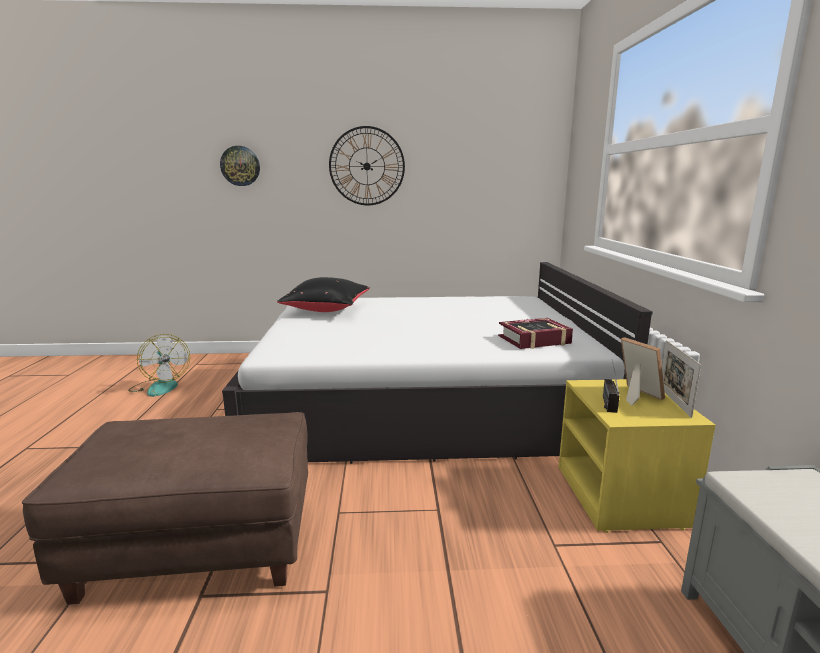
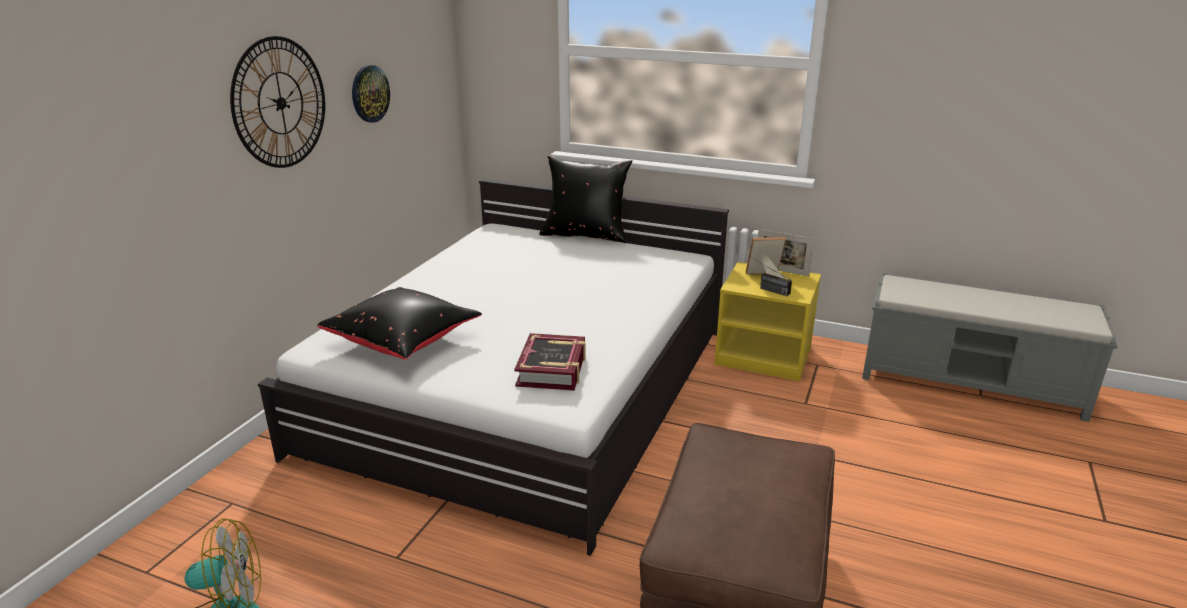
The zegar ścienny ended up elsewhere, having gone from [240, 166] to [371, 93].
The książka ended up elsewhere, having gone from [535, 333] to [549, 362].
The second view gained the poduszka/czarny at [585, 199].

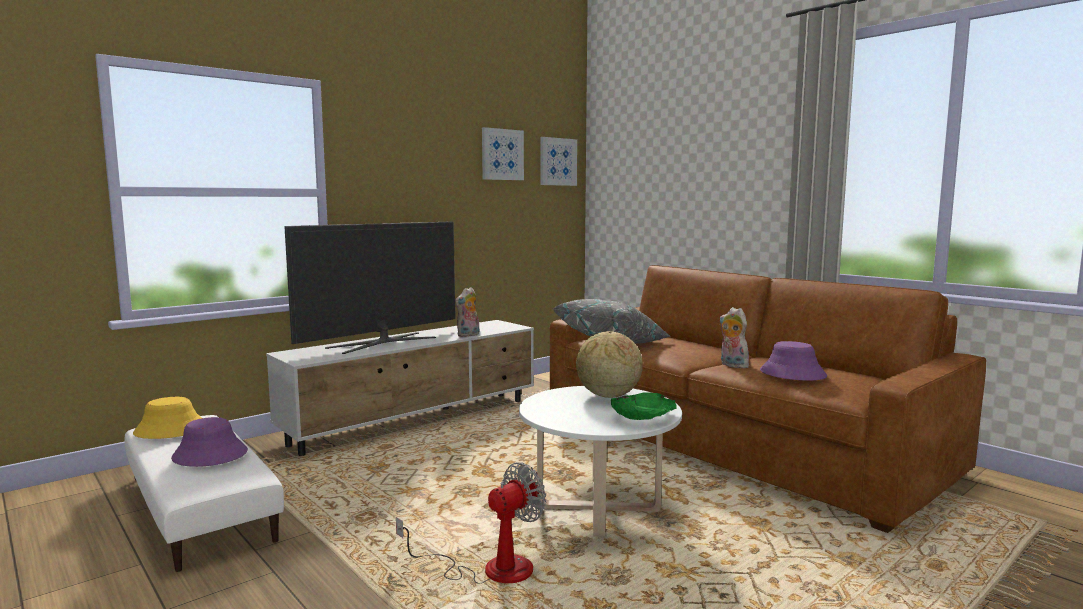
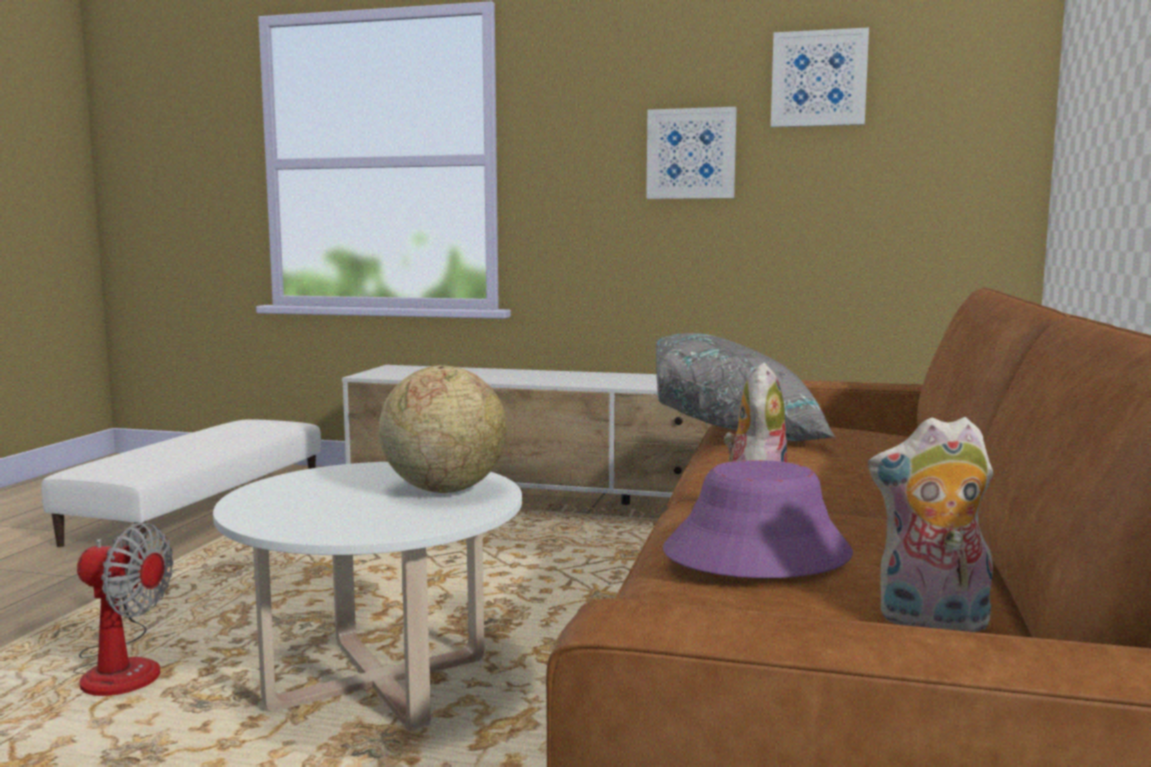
The obraz ended up elsewhere, having gone from [559, 161] to [691, 153].
The second view lost the telewizor at [370, 287].
The pluszak ended up elsewhere, having gone from [467, 312] to [930, 524].
The second view lost the miska/zielony at [644, 406].
The second view lost the kapelusz/żółty at [167, 418].
The second view lost the kapelusz/fioletowy at [209, 442].

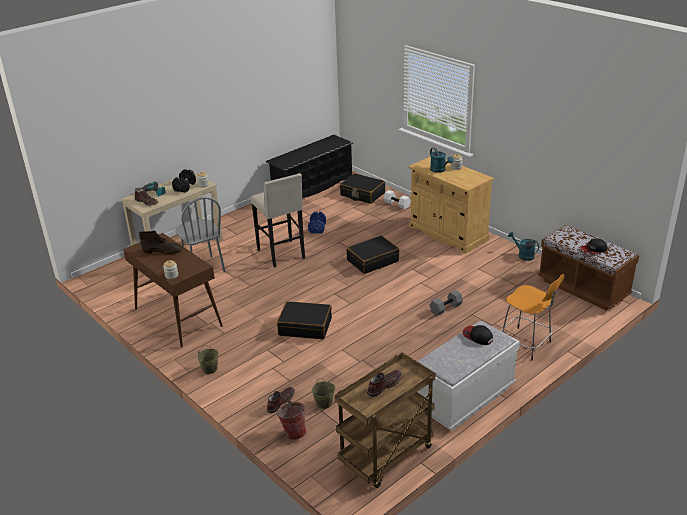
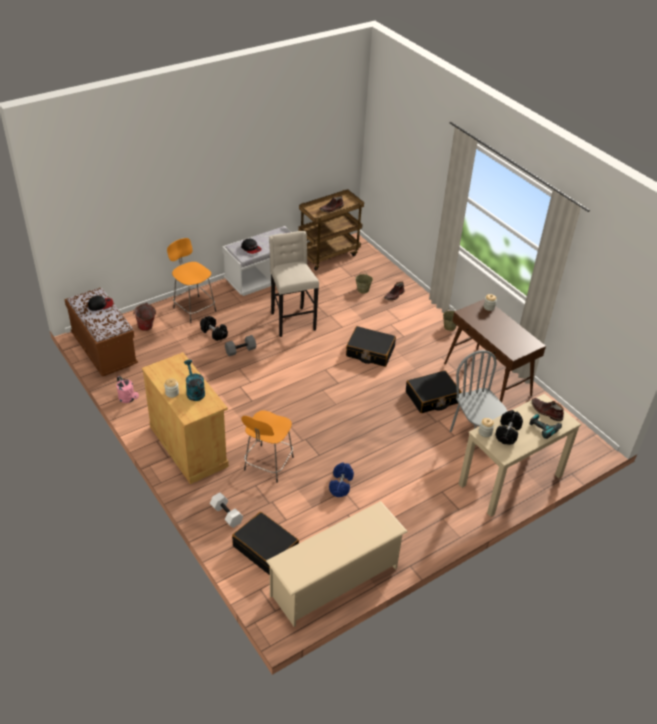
What was the regał na buty/czarny at [309, 166] turned into the regał na buty/beżowy at [337, 564].
The stołek/beżowy ended up elsewhere, having gone from [278, 220] to [294, 284].
The second view lost the but z cholewką/brązowy at [161, 242].
What was the konewka/turkusowy at [523, 246] turned into the konewka/różowy at [127, 389].
The walizka/czarny ended up elsewhere, having gone from [373, 255] to [434, 391].
The wiadro ended up elsewhere, having gone from [291, 420] to [144, 317].
The second view gained the hantel/czarny at [214, 328].
The second view gained the stołek/pomarańczowy at [267, 447].

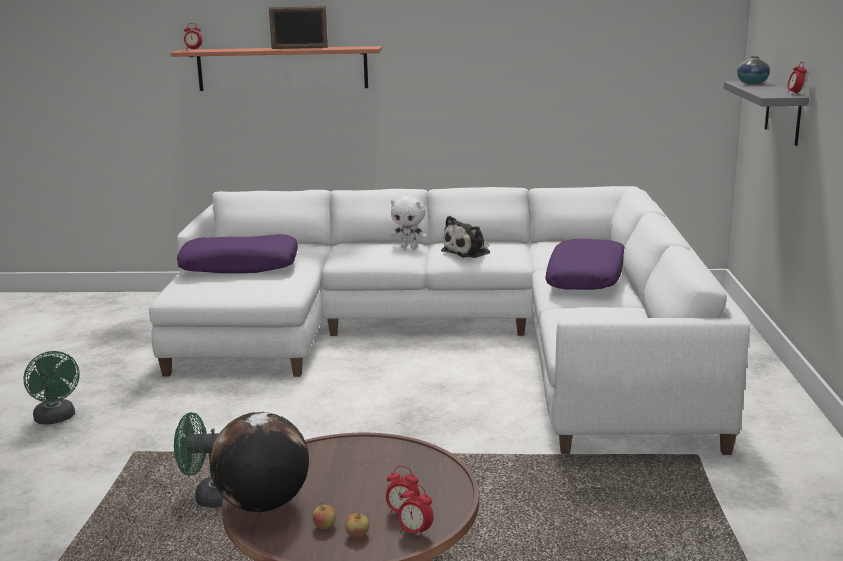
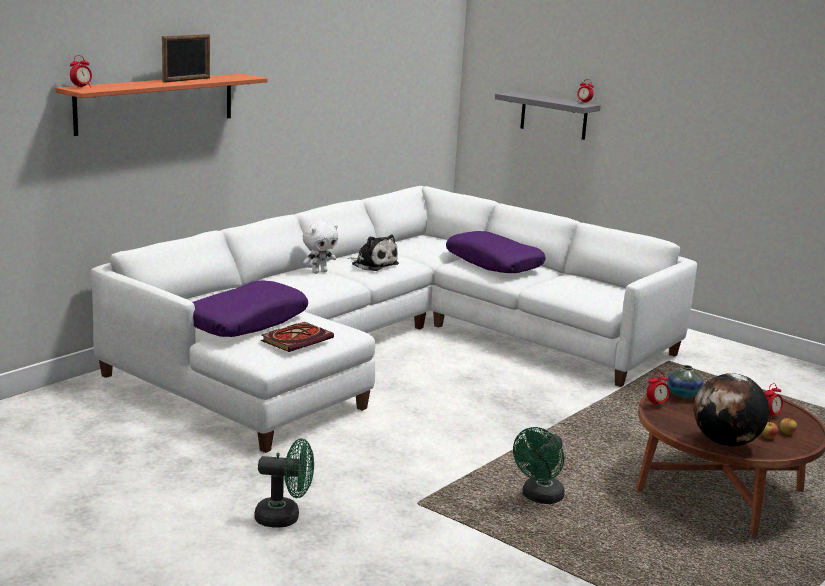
The wazon ended up elsewhere, having gone from [753, 70] to [685, 381].
The pluszak at [465, 237] ended up facing another way, 45 degrees counterclockwise from before.
The budzik ended up elsewhere, having gone from [415, 511] to [658, 389].
The second view gained the książka at [297, 337].

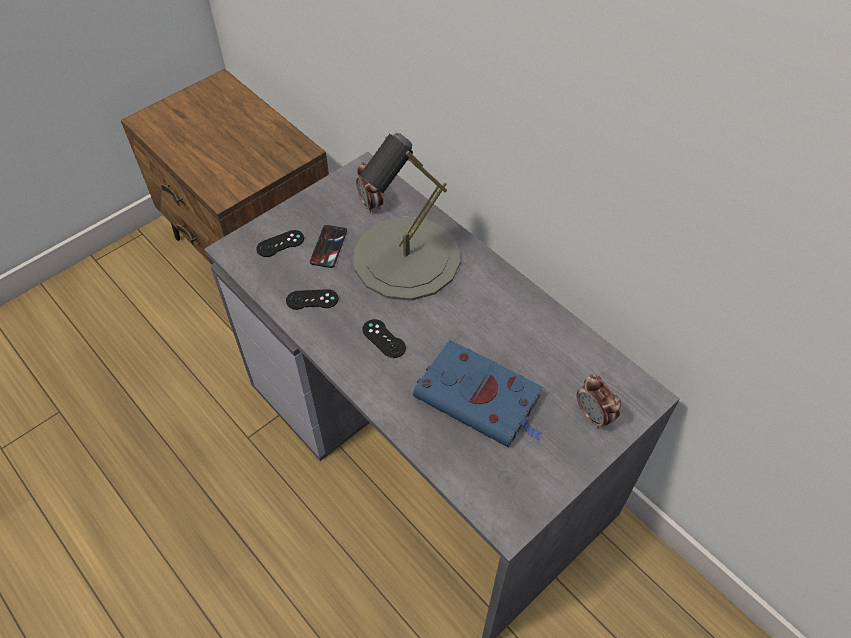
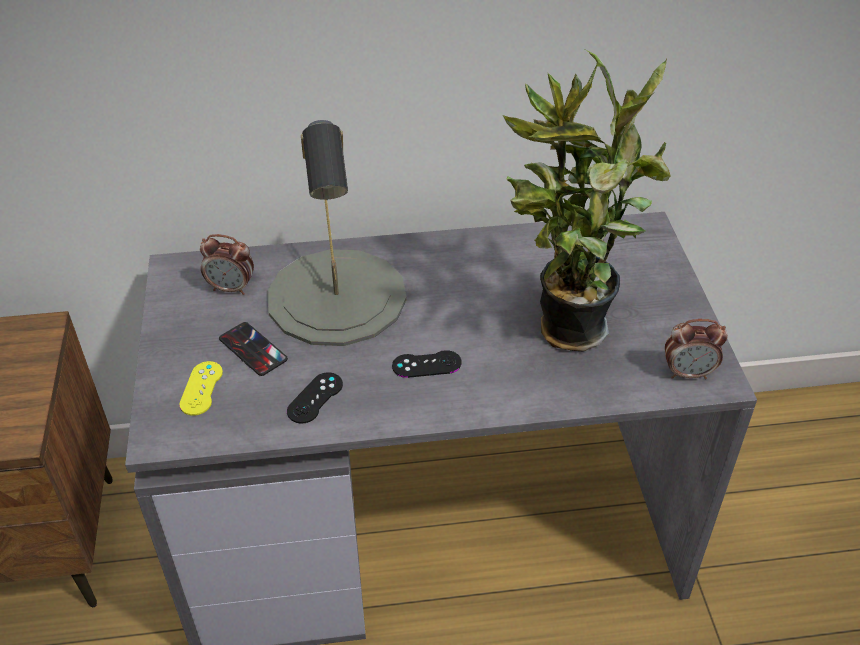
What was the pad do gier/czarny at [280, 243] turned into the pad do gier/żółty at [201, 388].
Where the książka/niebieski stood at [478, 393], the roślina doniczkowa came to stand at [587, 200].
The budzik ended up elsewhere, having gone from [599, 401] to [696, 349].

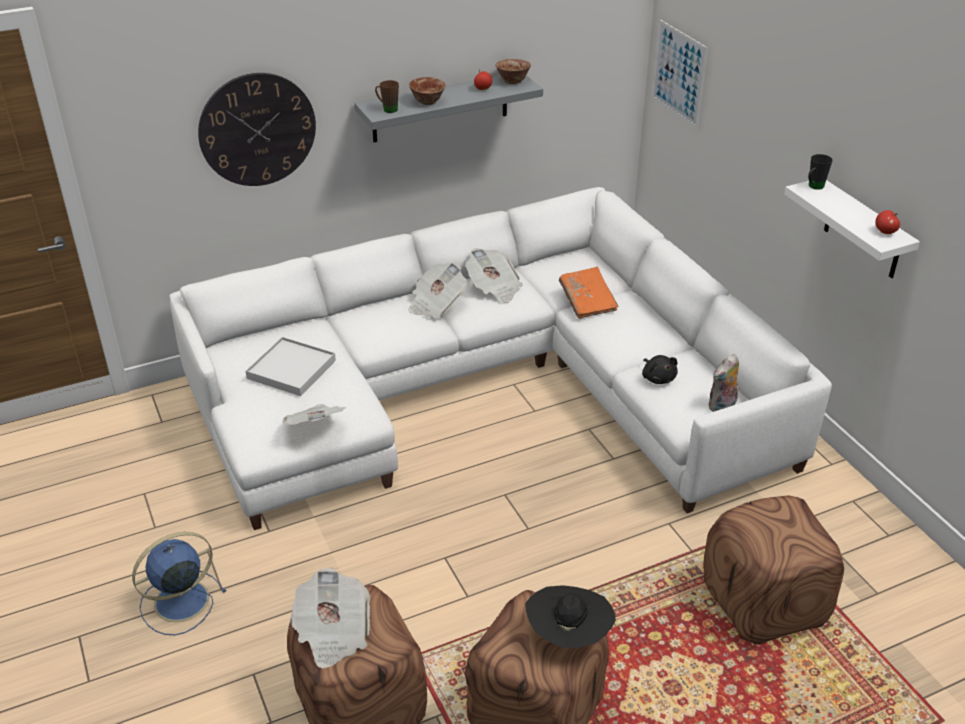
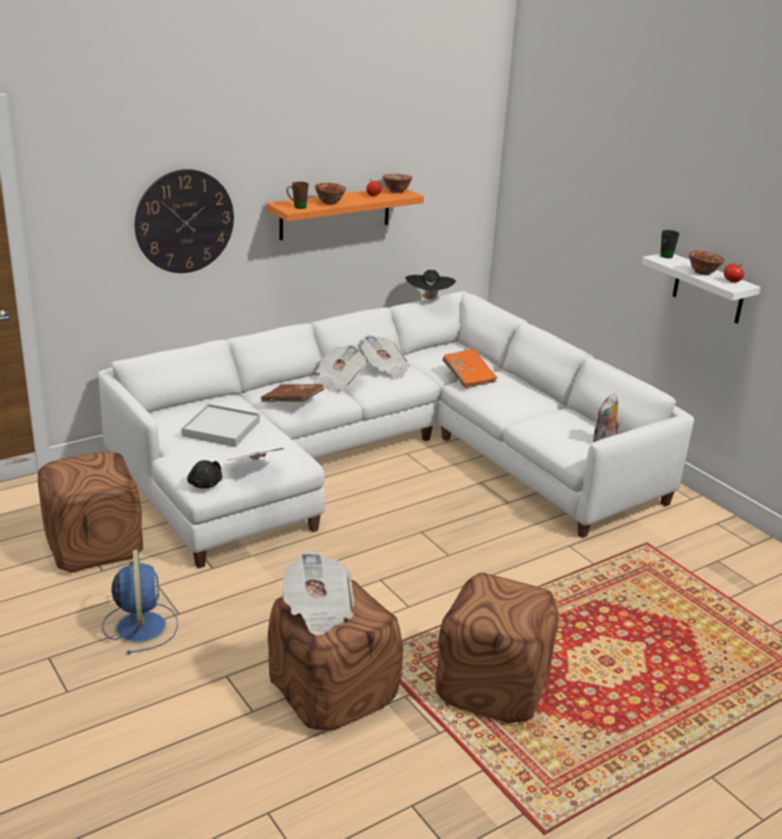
The second view lost the obraz at [680, 74].
What was the półka/szary at [448, 108] turned into the półka/pomarańczowy at [345, 214].
The pluszak/czarny ended up elsewhere, having gone from [660, 369] to [204, 474].
The pufa/brązowy ended up elsewhere, having gone from [774, 569] to [90, 512].
The wentylator/niebieski at [179, 583] ended up facing another way, 120 degrees clockwise from before.
The kapelusz/czarny ended up elsewhere, having gone from [570, 616] to [430, 285].
The second view gained the miska at [706, 262].
The second view gained the książka/brązowy at [292, 393].

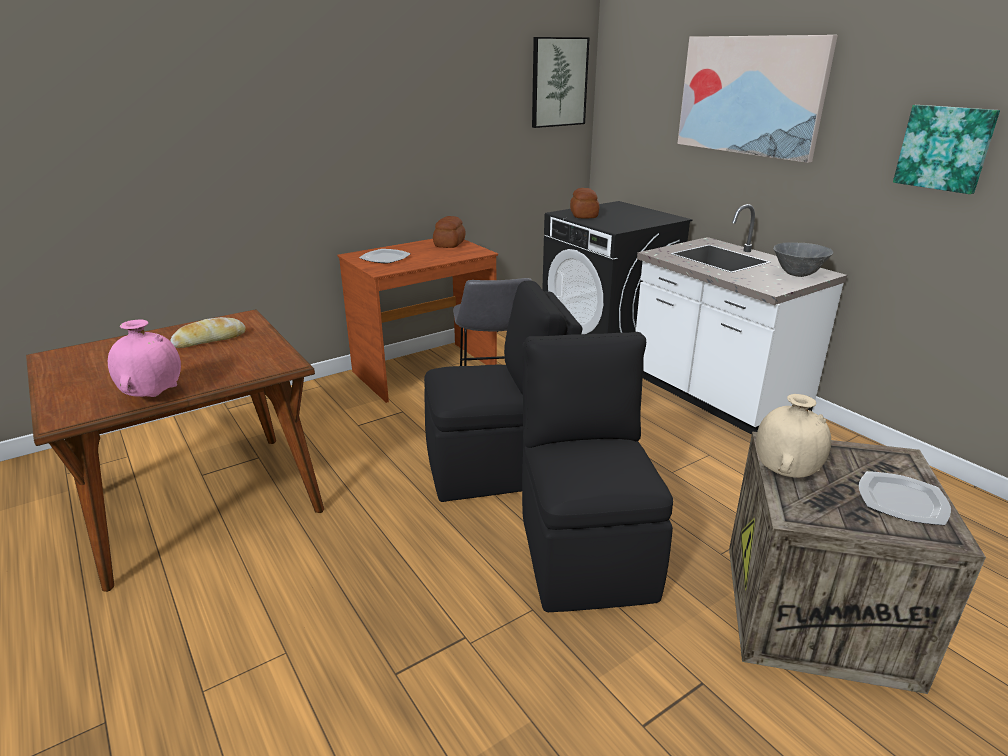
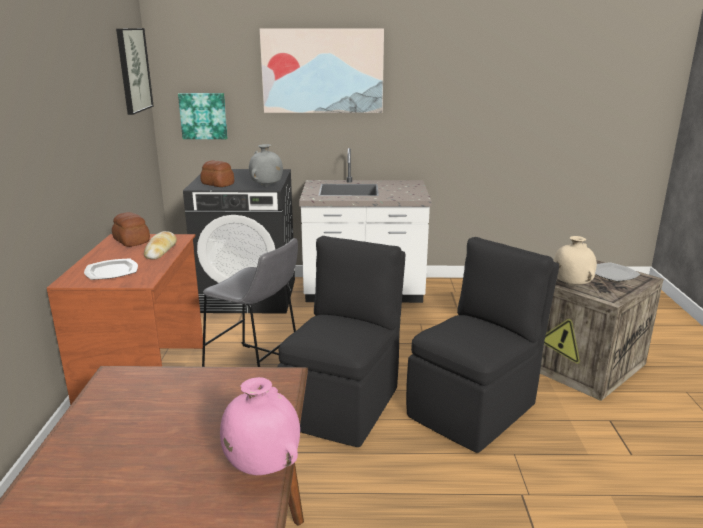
The obraz ended up elsewhere, having gone from [946, 149] to [203, 116].
The second view lost the miska/szary at [803, 259].
The chleb ended up elsewhere, having gone from [208, 332] to [160, 245].
The krzesło/czarny at [597, 472] ended up facing another way, 105 degrees clockwise from before.
The second view gained the wazon/szary at [266, 165].

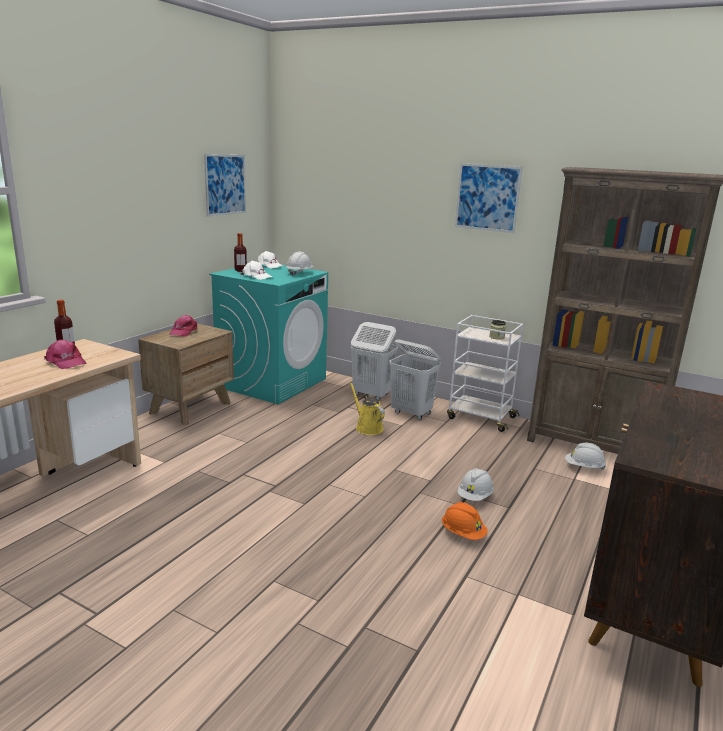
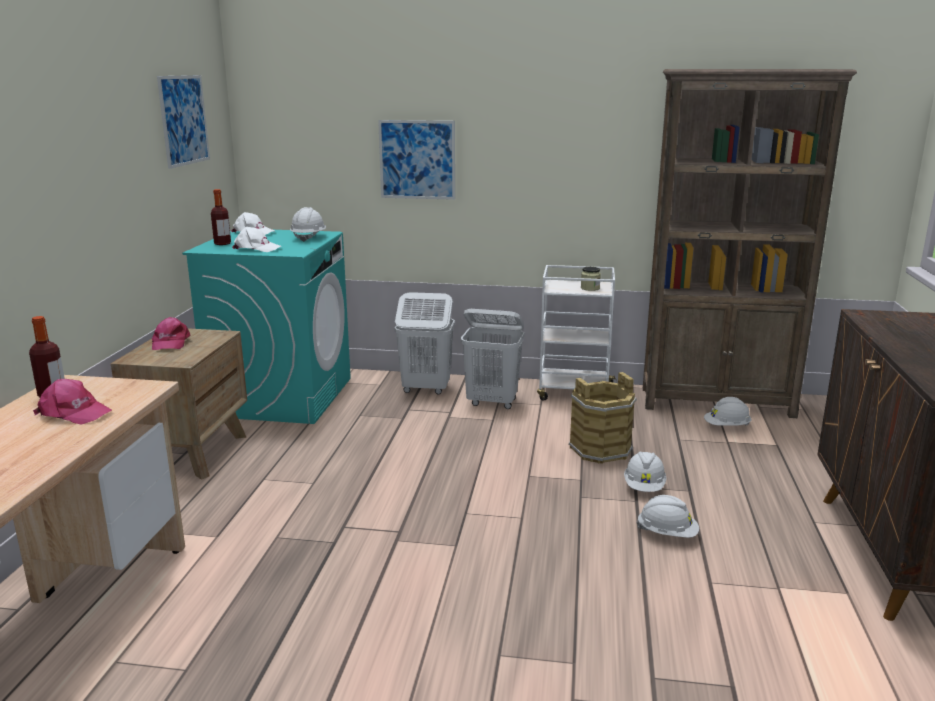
The obraz ended up elsewhere, having gone from [489, 198] to [416, 160].
The second view lost the konewka/żółty at [367, 409].
What was the kask/pomarańczowy at [465, 521] turned into the kask/biały at [667, 516].
The second view gained the wiadro/brązowy at [603, 418].

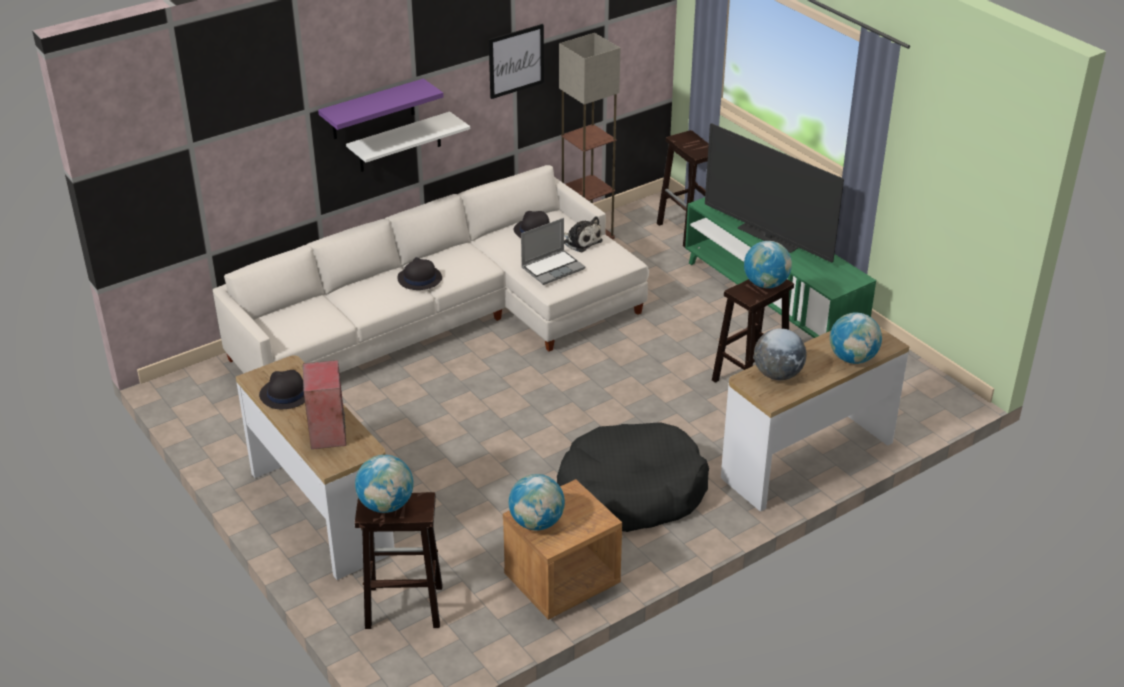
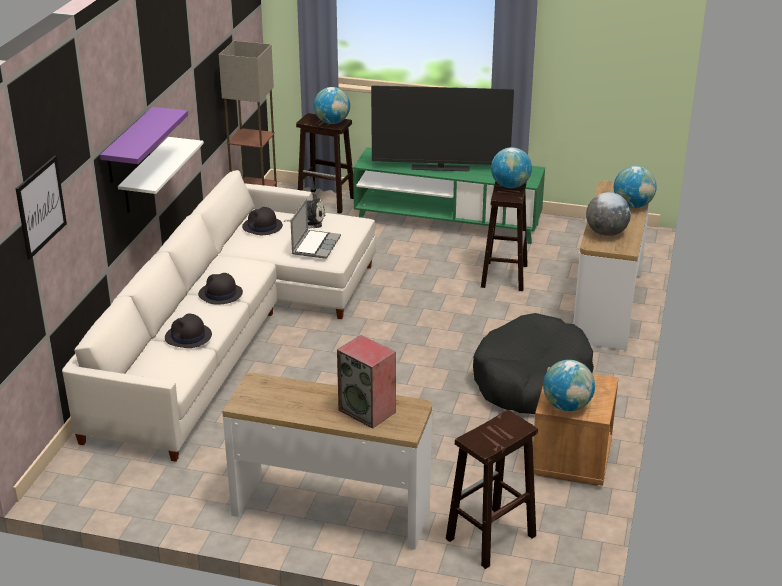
The obraz ended up elsewhere, having gone from [516, 61] to [41, 208].
The kapelusz/czarny ended up elsewhere, having gone from [282, 389] to [188, 330].
The globus ended up elsewhere, having gone from [384, 484] to [332, 105].

